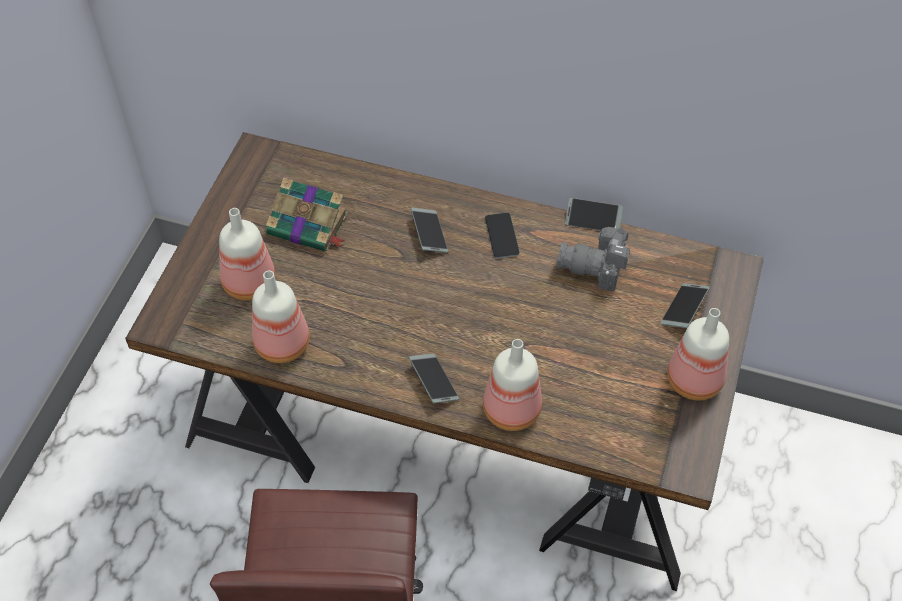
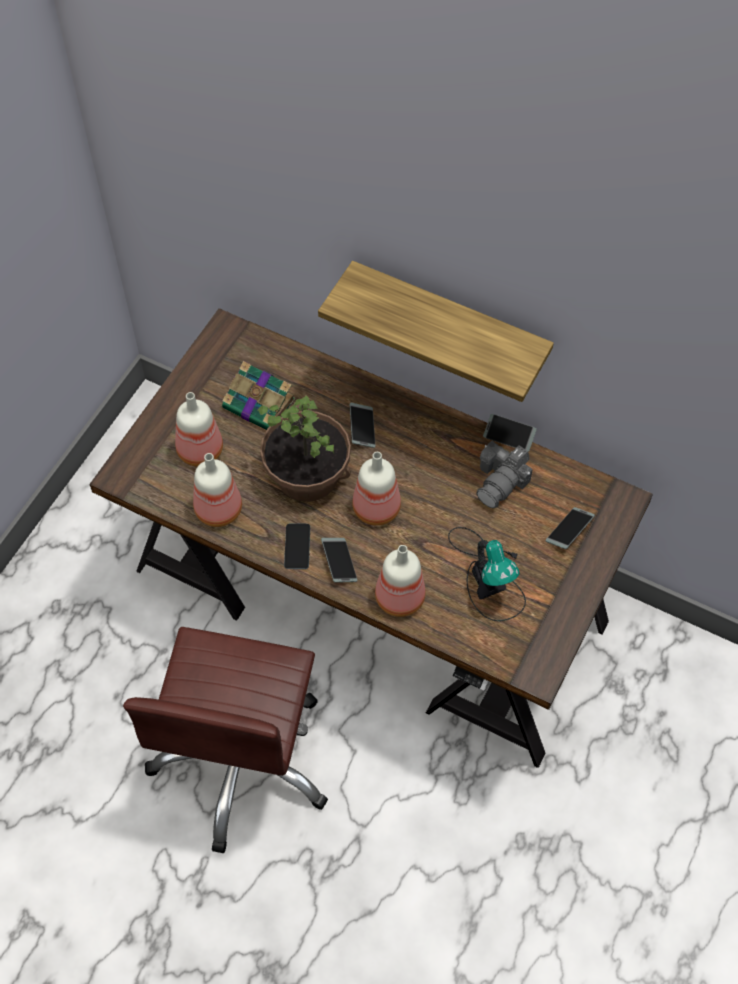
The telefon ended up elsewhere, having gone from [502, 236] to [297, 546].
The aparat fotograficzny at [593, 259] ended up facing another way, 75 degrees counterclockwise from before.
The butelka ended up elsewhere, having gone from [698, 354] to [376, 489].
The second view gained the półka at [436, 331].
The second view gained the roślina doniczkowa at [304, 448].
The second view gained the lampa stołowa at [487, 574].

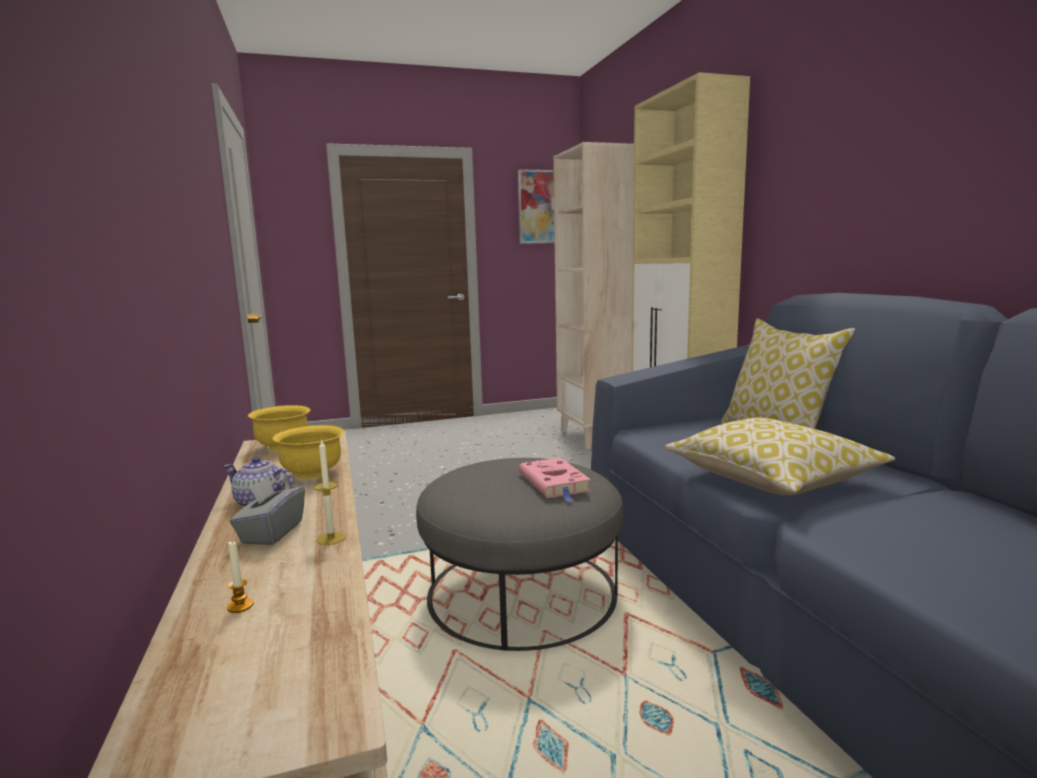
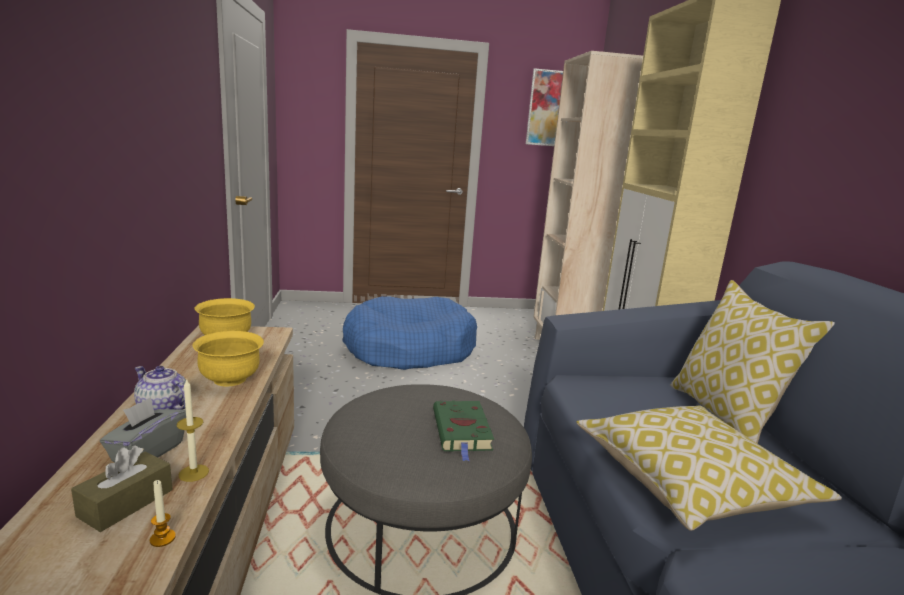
What was the książka/różowy at [555, 480] turned into the książka/zielony at [463, 431].
The świeca ended up elsewhere, having gone from [240, 577] to [163, 513].
The second view gained the legowisko/niebieski at [410, 333].
The second view gained the pudełko chusteczek/brązowy at [121, 489].

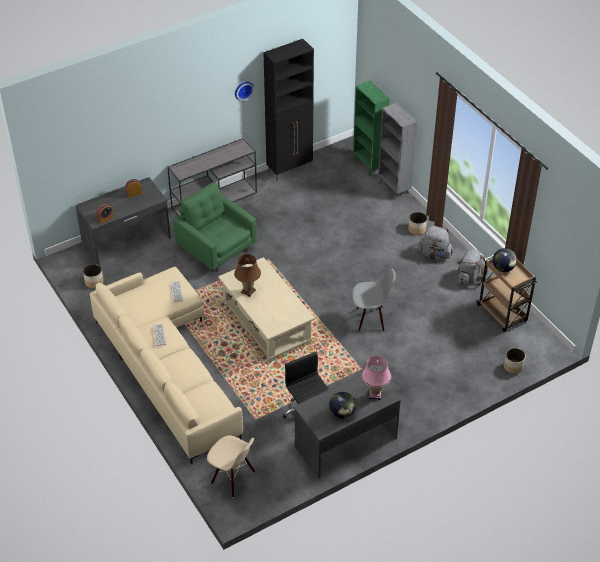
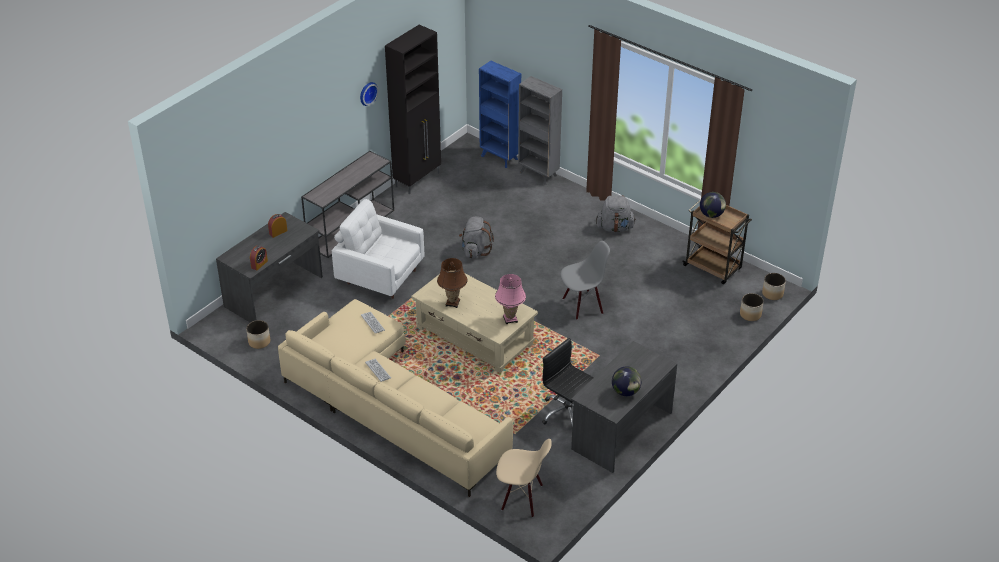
What was the regał/zielony at [371, 128] turned into the regał/niebieski at [500, 114].
What was the fotel/zielony at [215, 227] turned into the fotel/biały at [378, 249].
The donica ended up elsewhere, having gone from [417, 223] to [774, 286].
The plecak/szary ended up elsewhere, having gone from [472, 267] to [476, 237].
The lampa stołowa/różowy ended up elsewhere, having gone from [376, 378] to [510, 299].

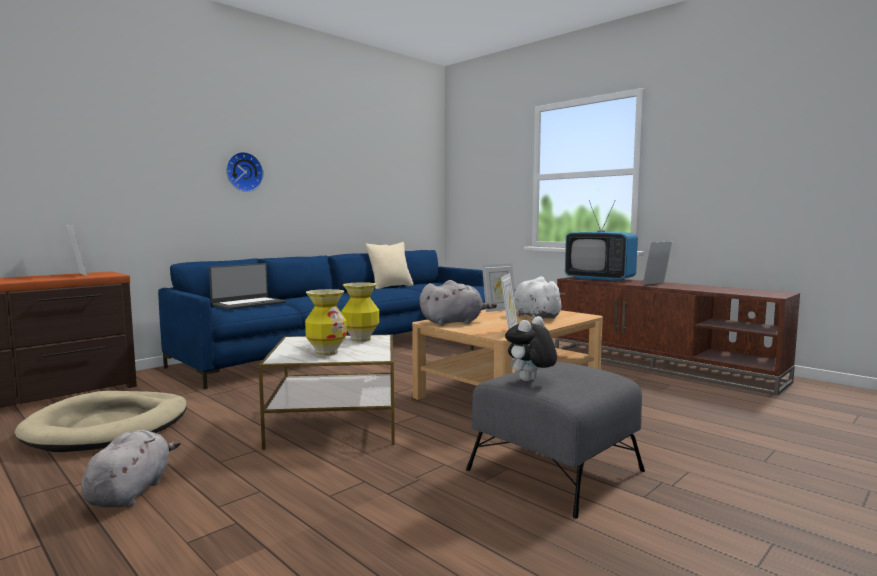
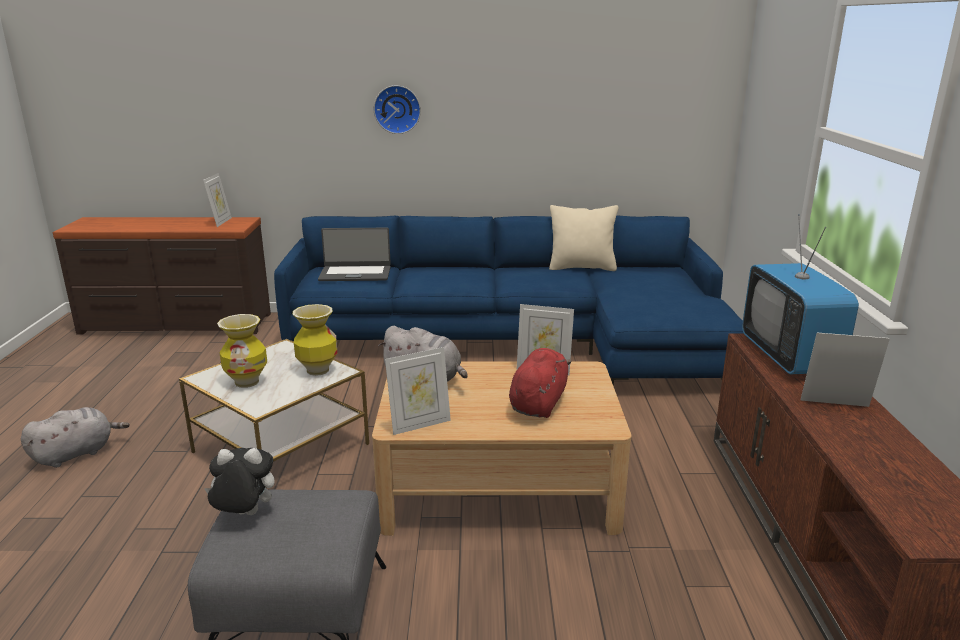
What was the pluszak/biały at [539, 297] turned into the pluszak/czerwony at [540, 383].
The second view lost the legowisko/beżowy at [101, 421].

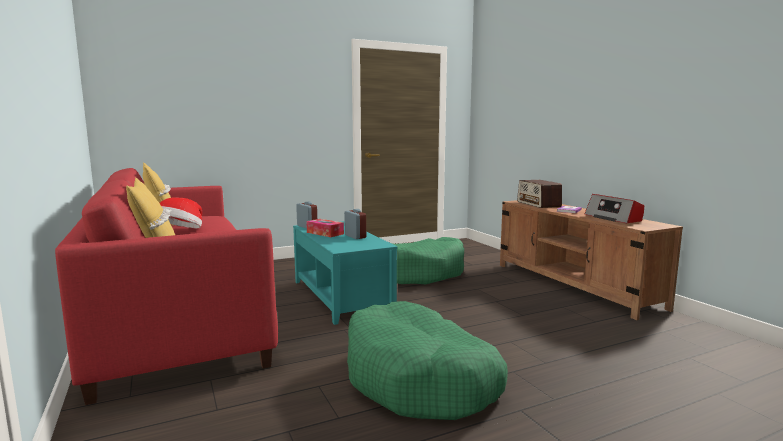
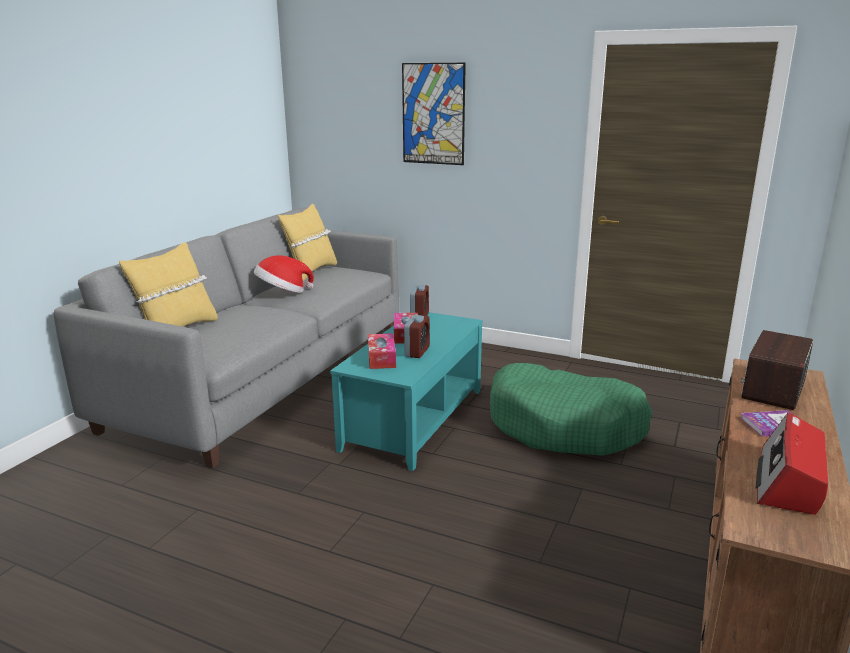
What was the kanapa/czerwony at [166, 286] turned into the kanapa/szary at [226, 337].
The second view lost the legowisko/zielony at [427, 360].
The second view gained the obraz at [434, 114].
The second view gained the pudełko chusteczek at [382, 351].

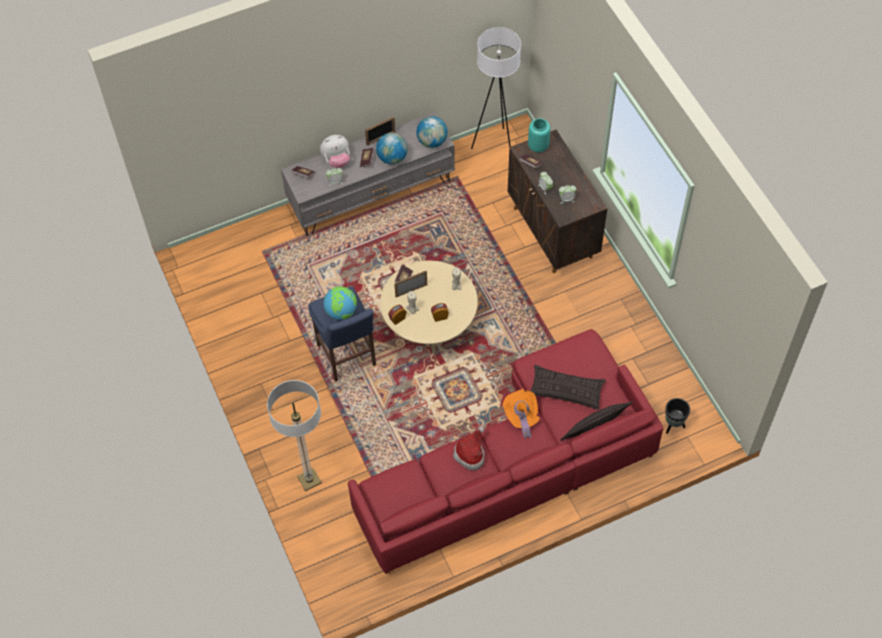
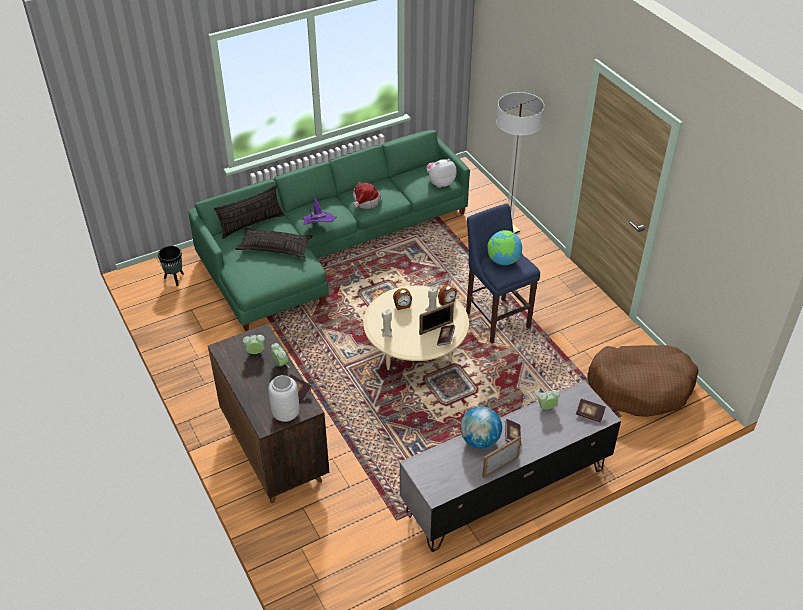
The second view lost the lampa stojąca/biały at [496, 88].
The second view lost the globus at [432, 132].
What was the wazon/turkusowy at [539, 135] turned into the wazon/szary at [283, 398].
The pluszak ended up elsewhere, having gone from [335, 151] to [441, 173].
What was the kanapa/czerwony at [506, 451] turned into the kanapa/zielony at [329, 230].
What was the kapelusz/pomarańczowy at [521, 414] turned into the kapelusz/fioletowy at [319, 212].
The second view gained the legowisko/brązowy at [643, 381].

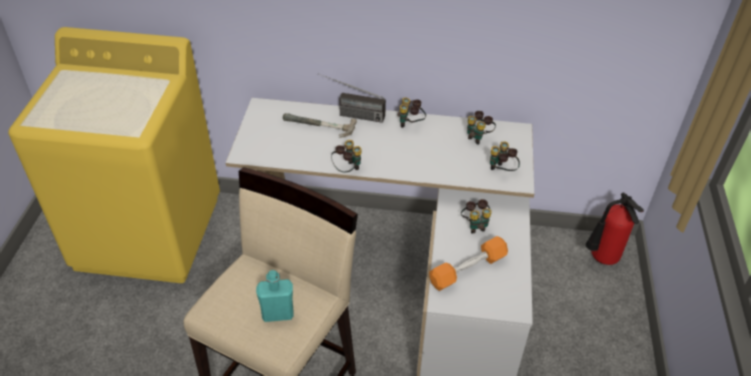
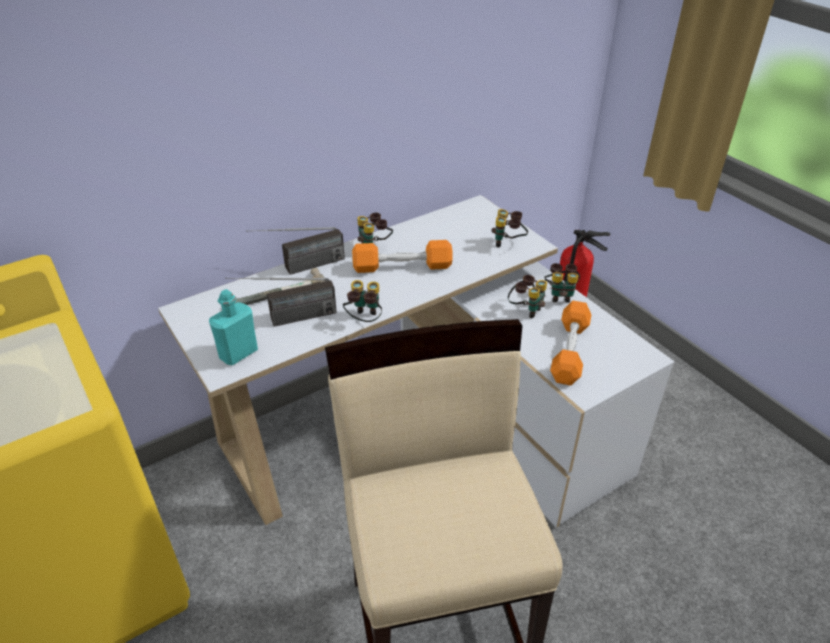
The lornetka ended up elsewhere, having gone from [481, 128] to [562, 283].
The butelka/turkusowy ended up elsewhere, having gone from [275, 296] to [233, 327].
The second view gained the hantel/pomarańczowy at [402, 256].
The second view gained the radio at [281, 302].

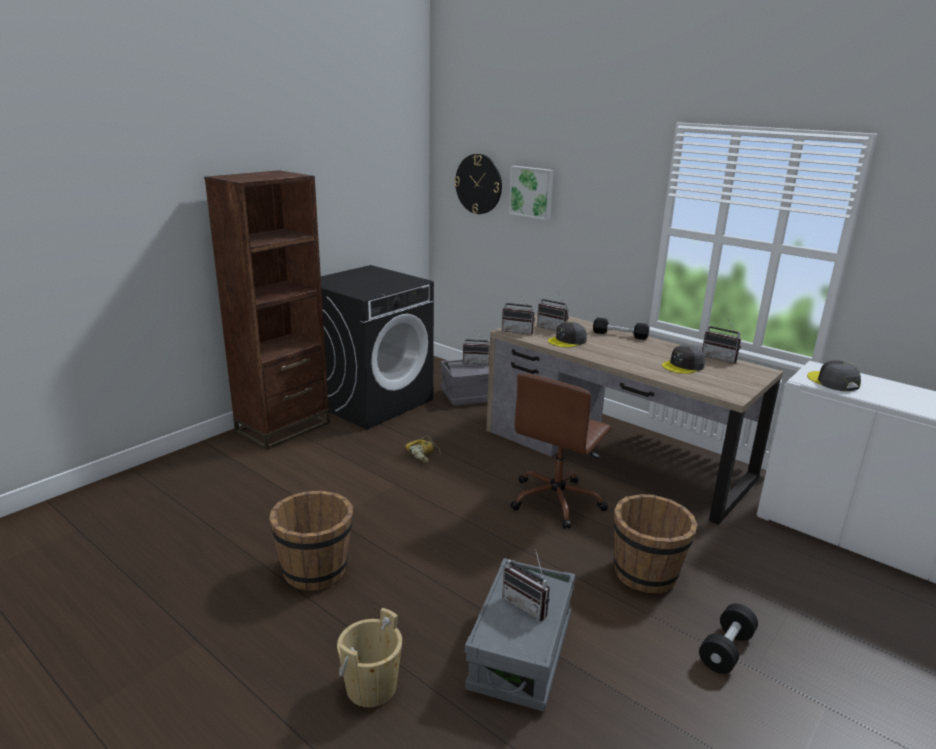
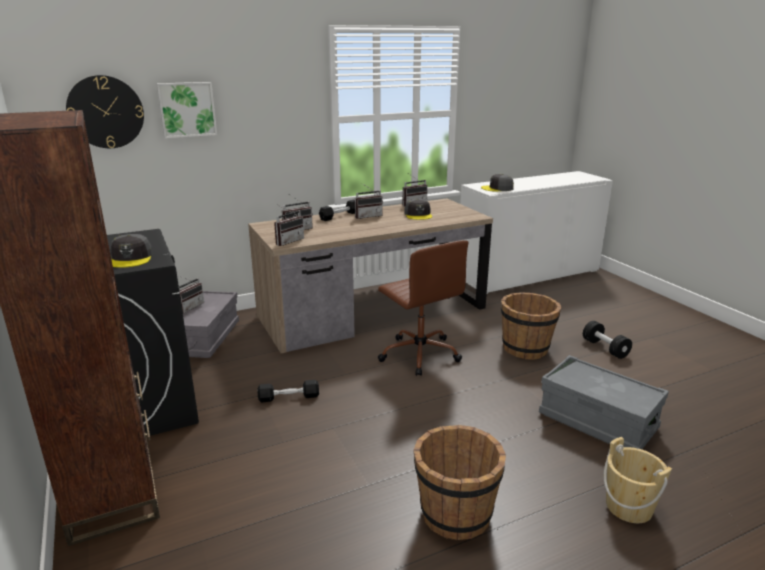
The czapka z daszkiem/szary ended up elsewhere, having gone from [567, 335] to [131, 251].
Where the wiertarka stood at [423, 449], the hantel/czarny came to stand at [288, 391].
The radio ended up elsewhere, having gone from [526, 585] to [369, 201].

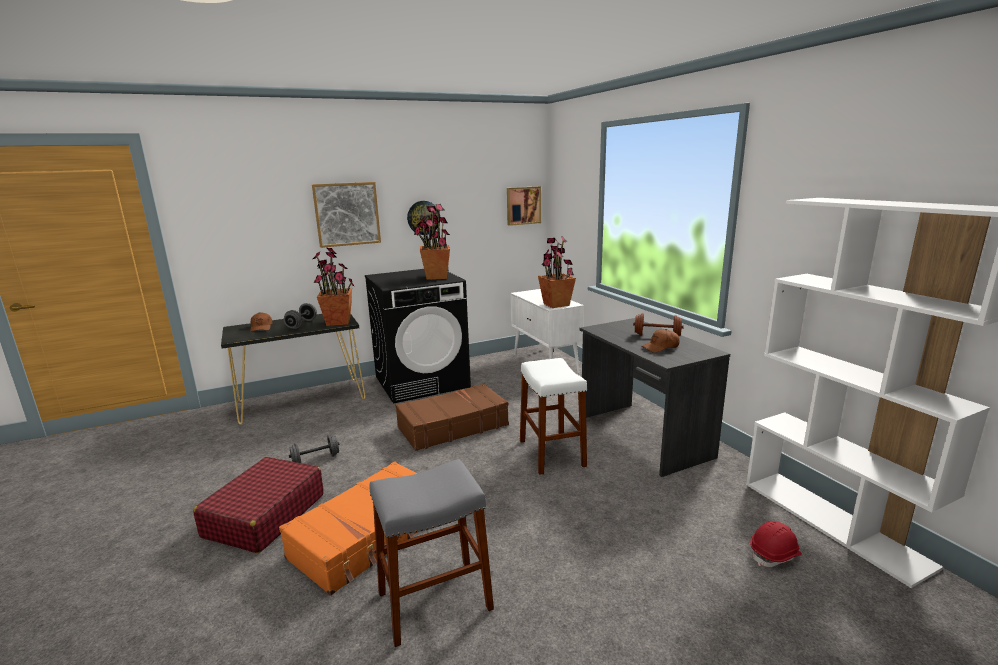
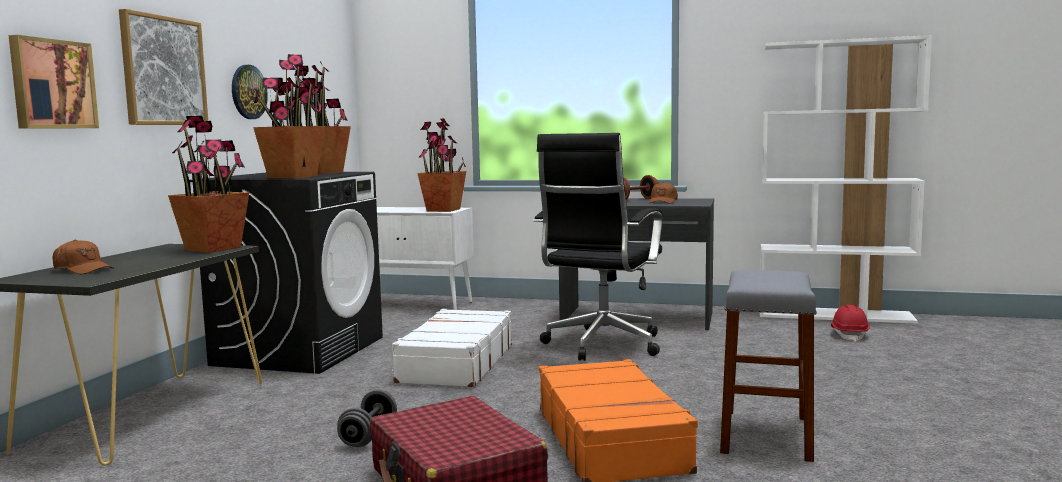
The obraz ended up elsewhere, having gone from [524, 206] to [54, 82].
The second view lost the hantel/szary at [300, 316].
Where the stołek/biały stood at [553, 416], the krzesło biurowe/czarny came to stand at [597, 247].
What was the walizka/brązowy at [452, 417] turned into the walizka/biały at [452, 348].
The second view gained the roślina doniczkowa at [289, 116].

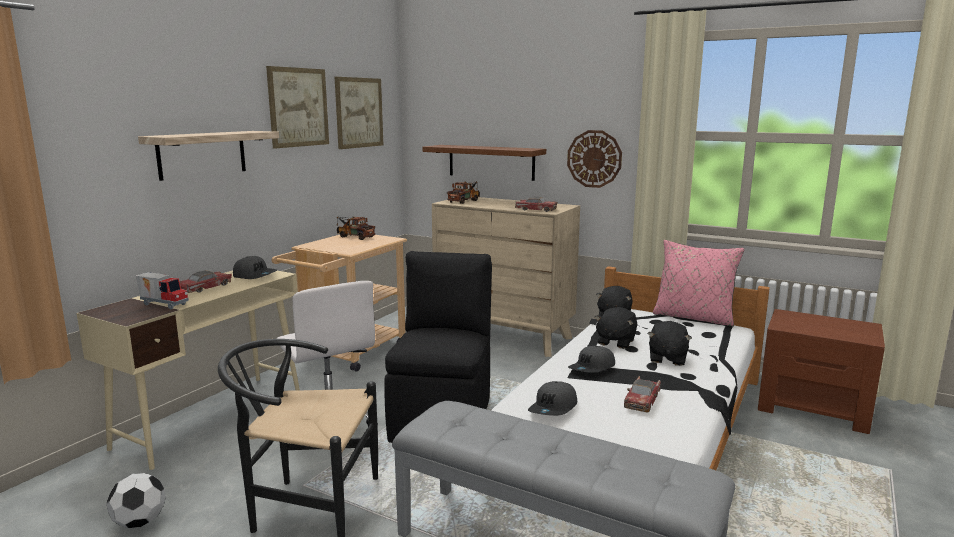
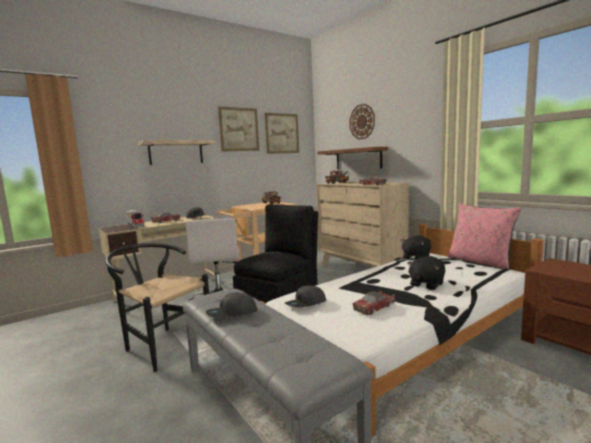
The zegar ścienny ended up elsewhere, having gone from [594, 159] to [362, 122].
The second view lost the pluszak/czarny at [616, 328].
The czapka z daszkiem/szary ended up elsewhere, having gone from [591, 359] to [232, 305].
The second view lost the piłka futbolowa at [136, 500].

